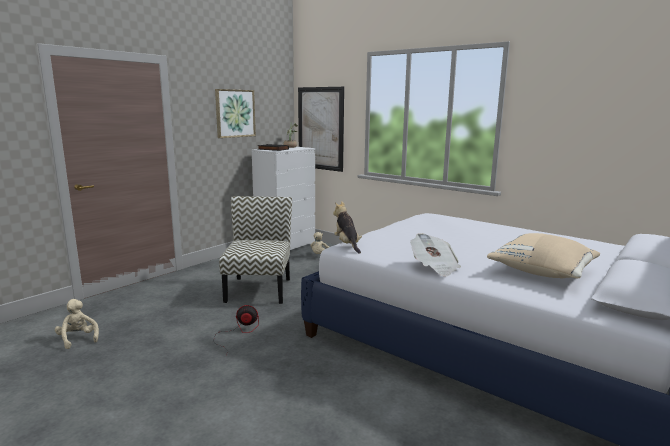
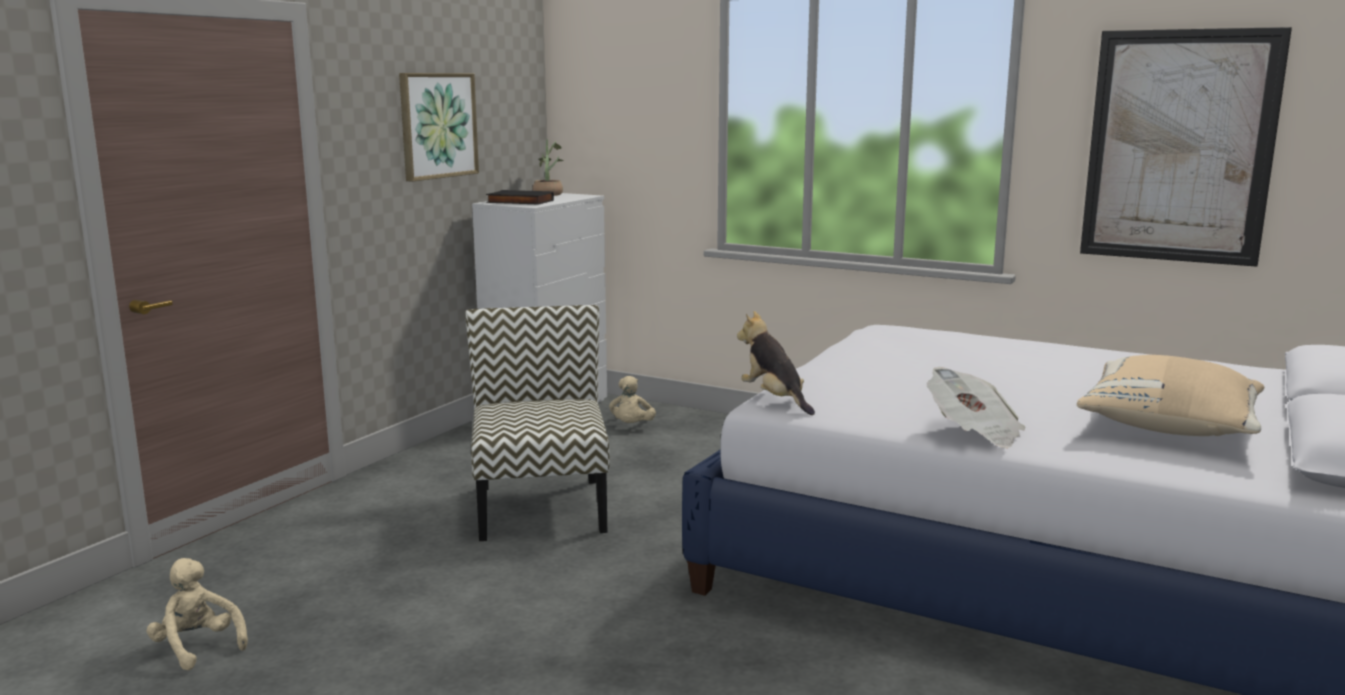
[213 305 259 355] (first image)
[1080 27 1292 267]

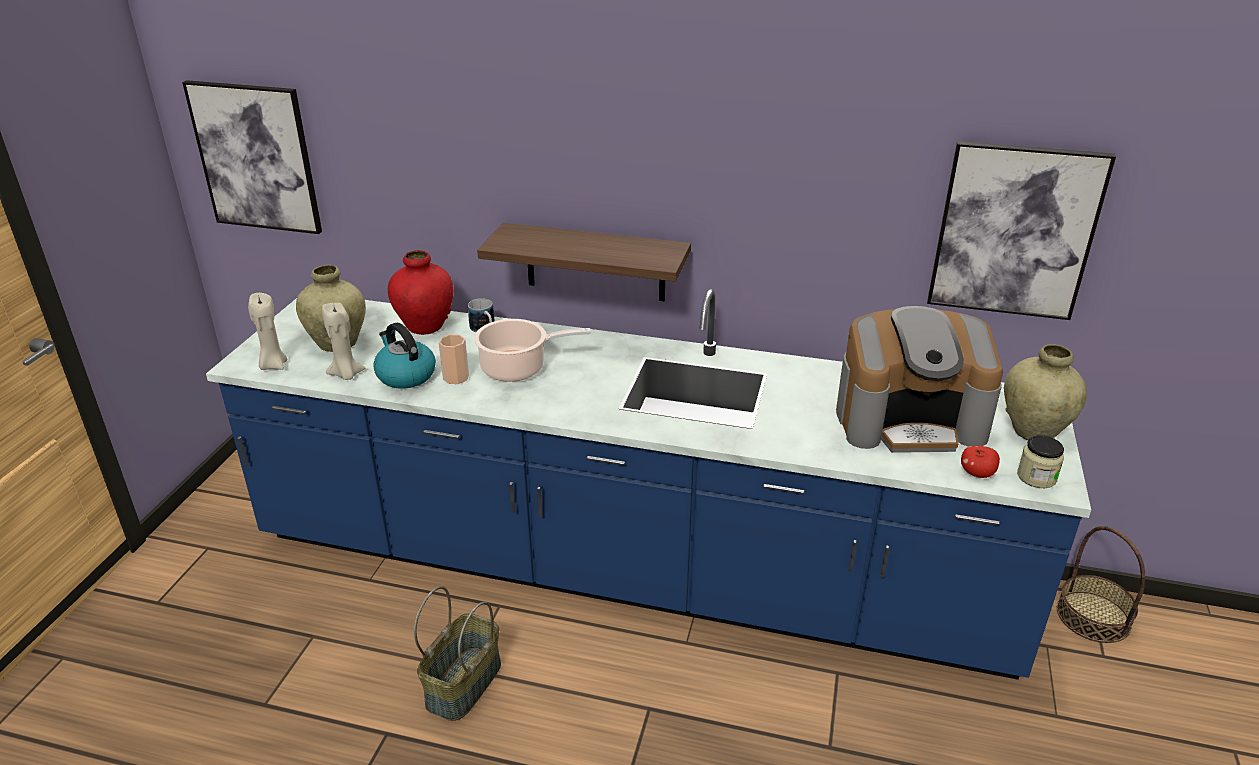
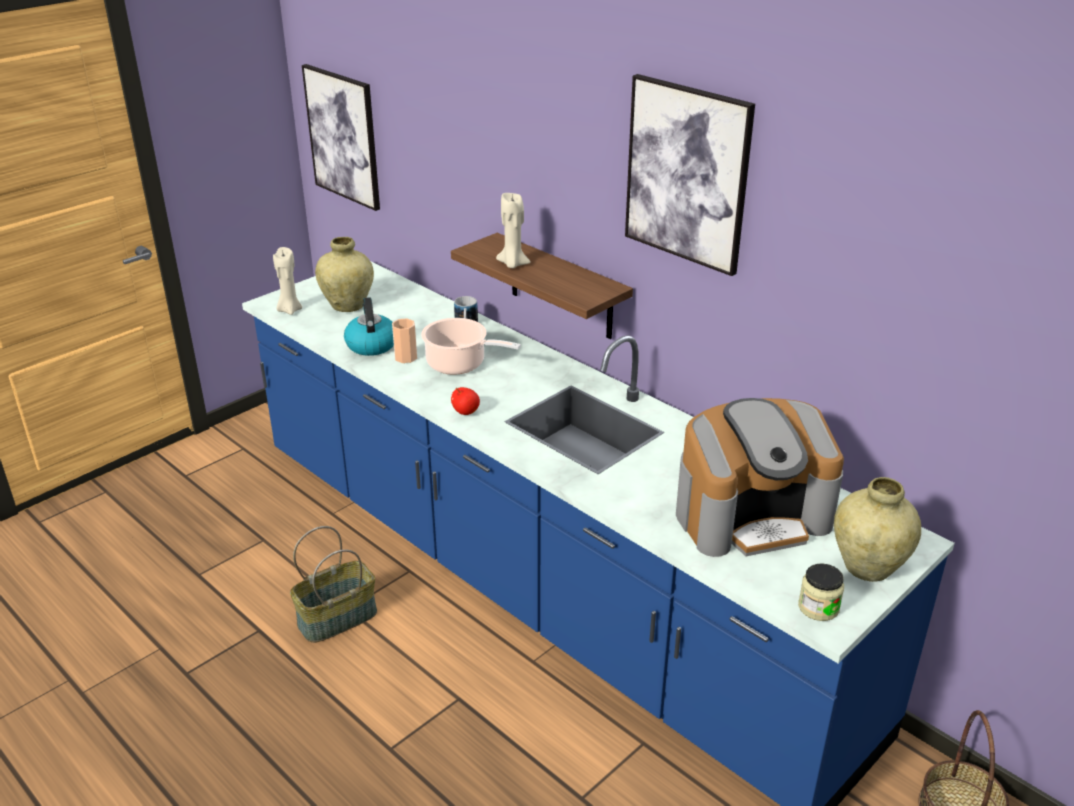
[496 193 531 268]
[388 250 453 335] (first image)
[676 398 844 557]
[625 74 755 276]
[451 387 480 415]

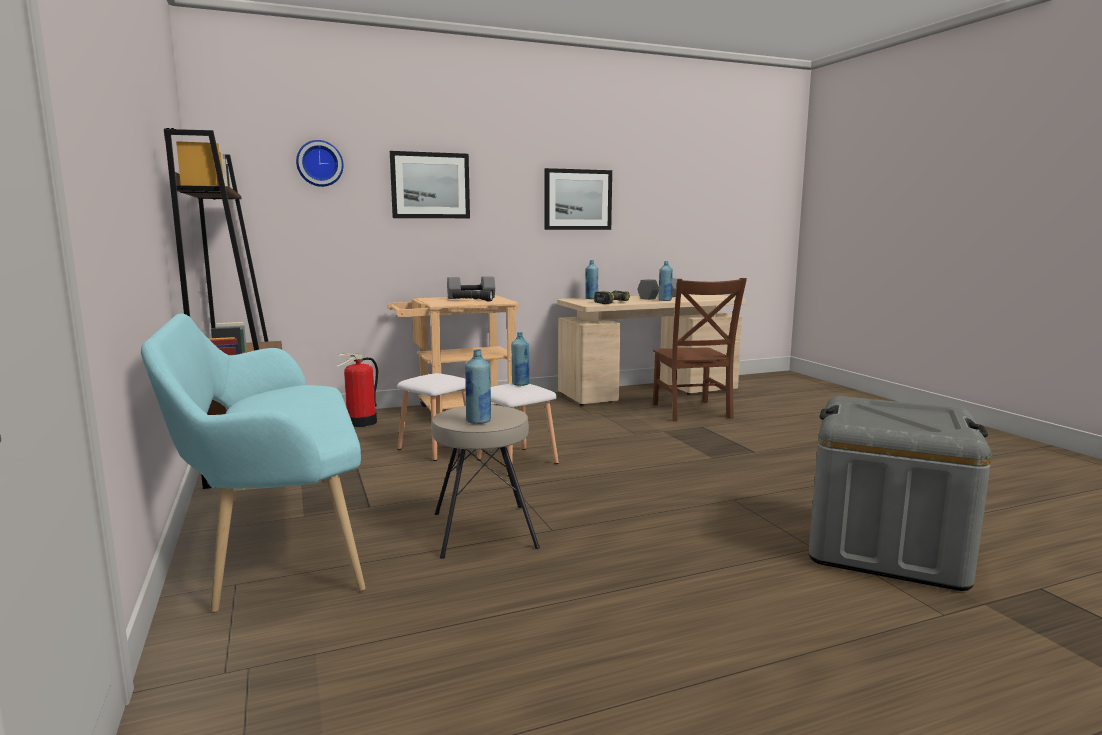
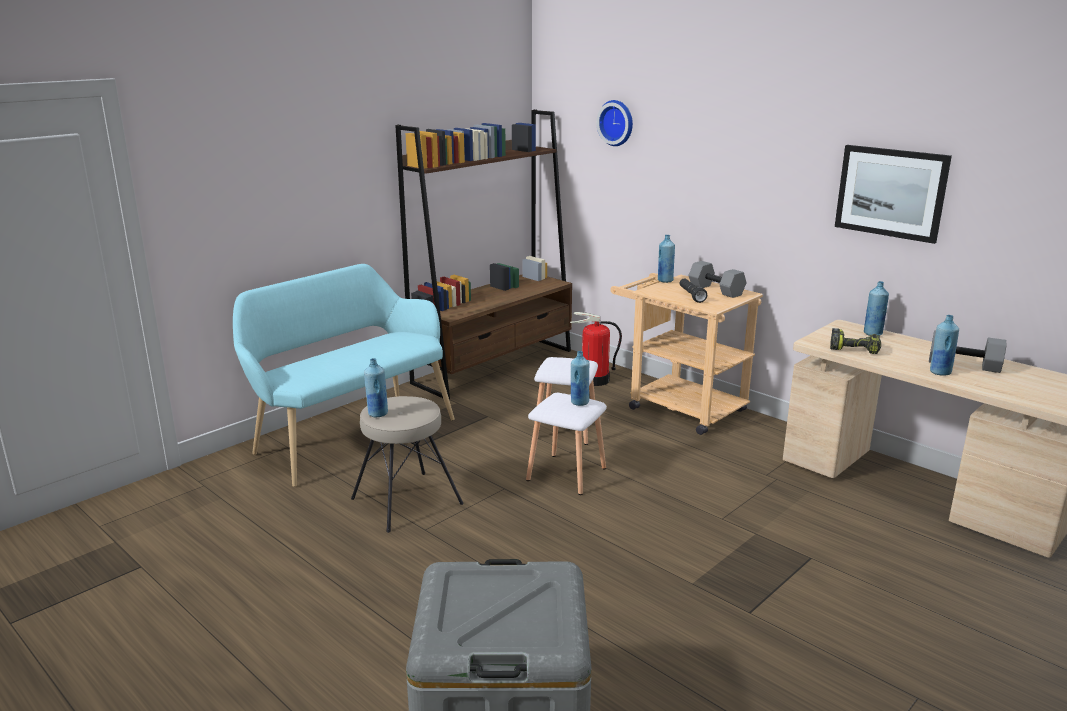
[390 151 470 218] (first image)
[653 278 747 422] (first image)
[658 235 675 283]

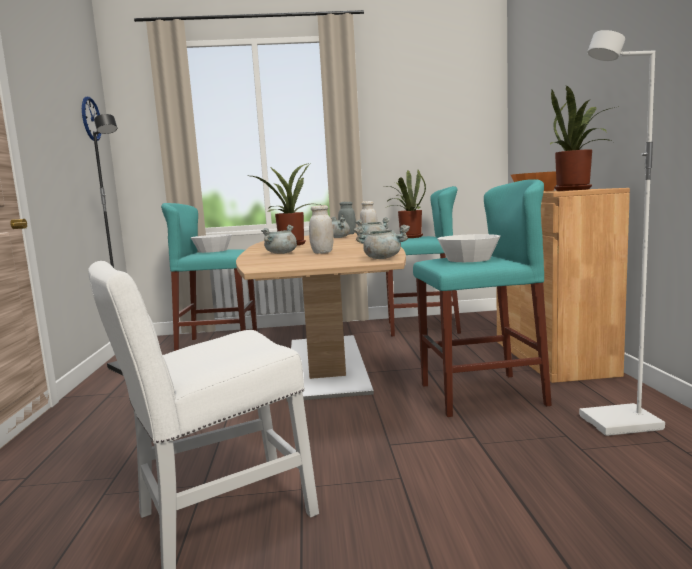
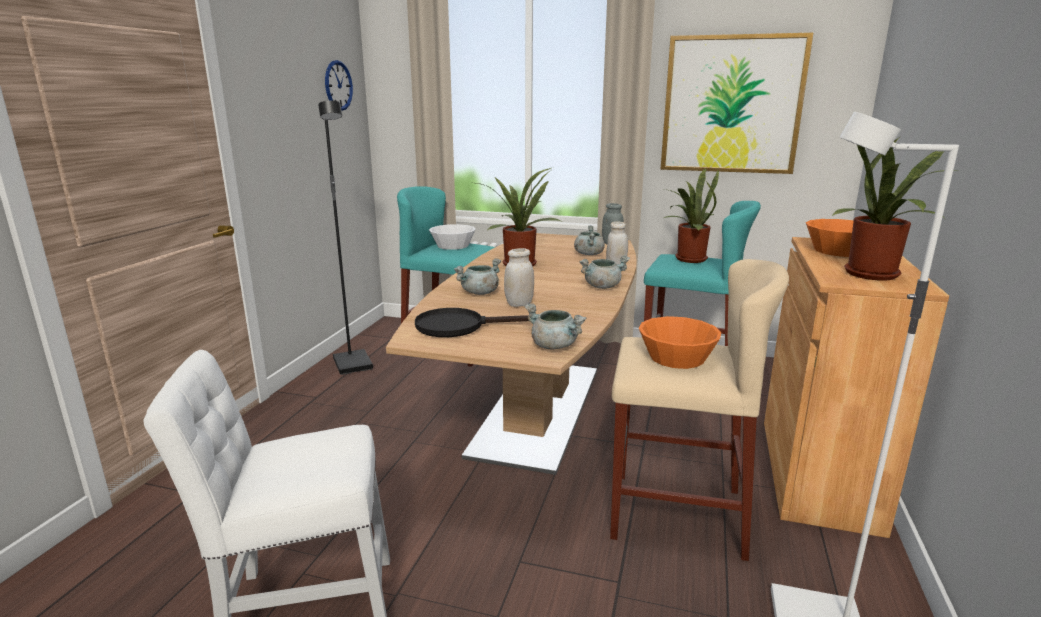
[610 259 789 561]
[639 316 721 369]
[415 308 529 337]
[660 33 813 174]

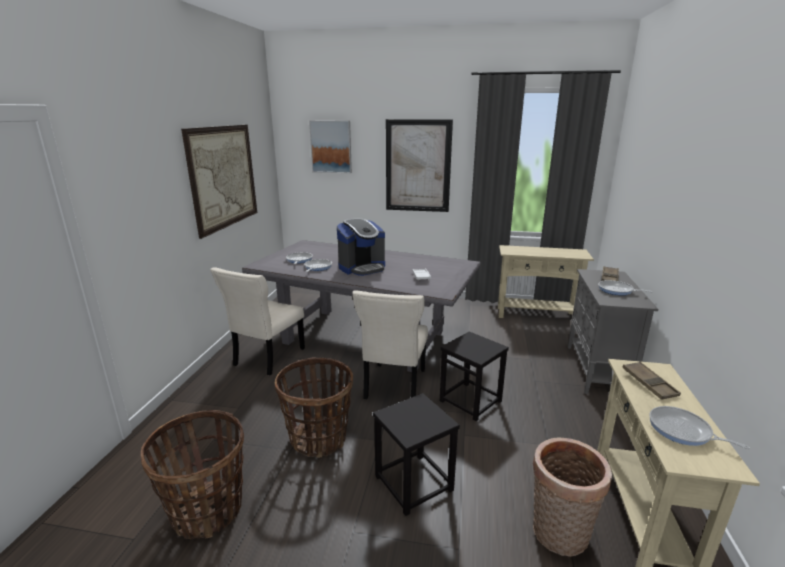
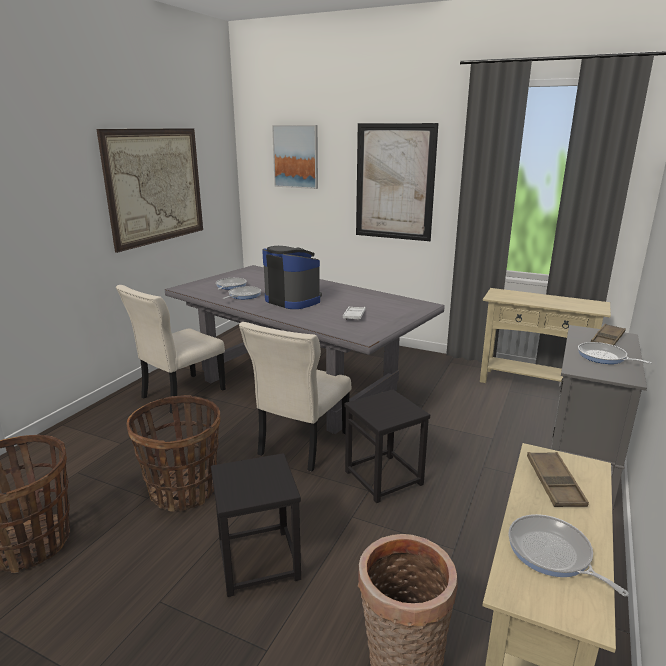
[262 246 322 309]

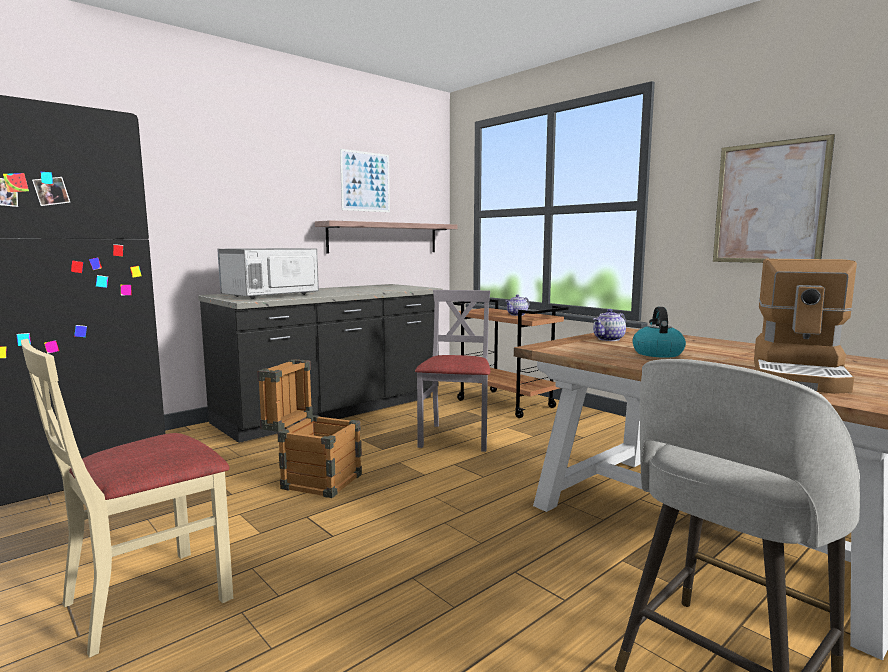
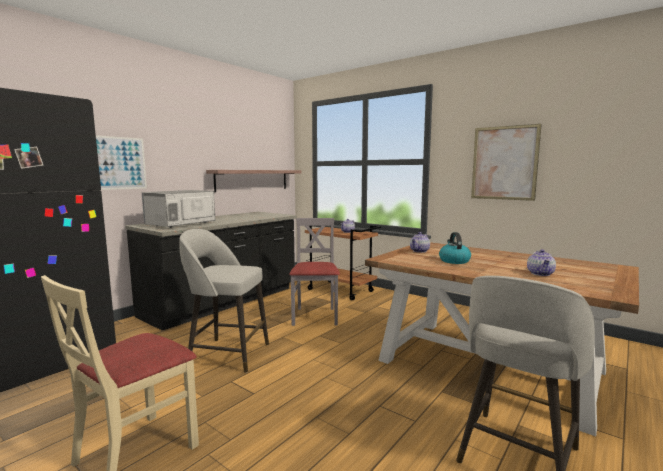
[180 229 269 373]
[96 135 147 190]
[527 249 556 276]

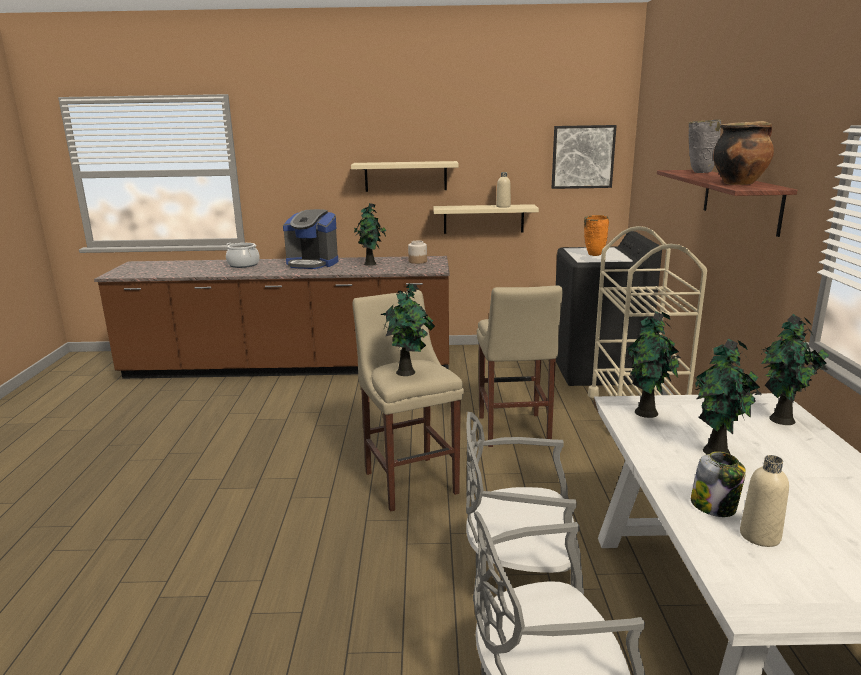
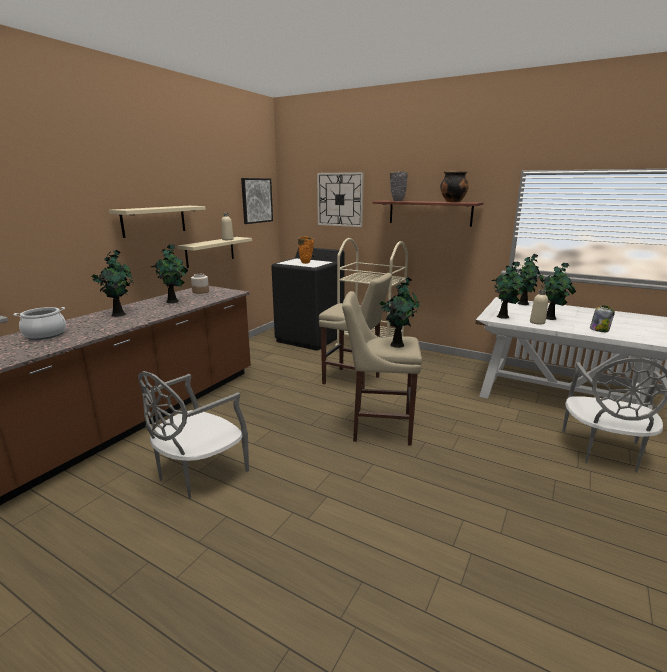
[92 250 133 317]
[138 371 249 499]
[530 289 548 325]
[317 172 364 227]

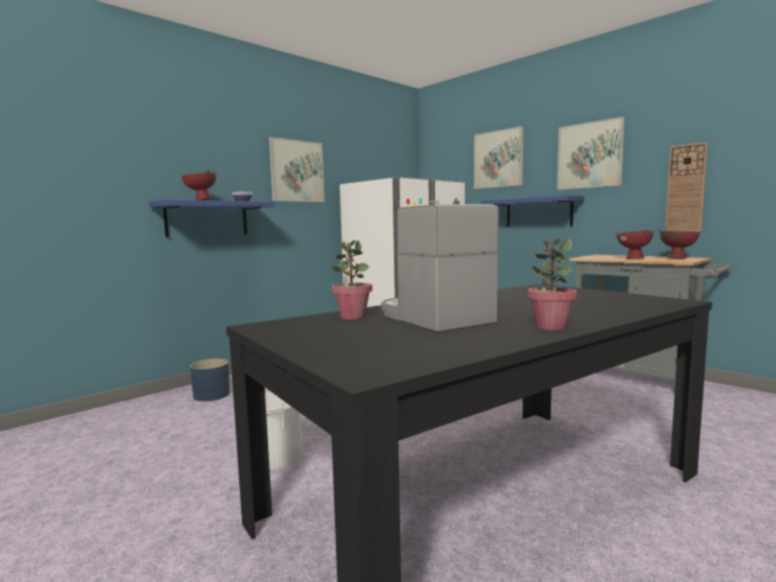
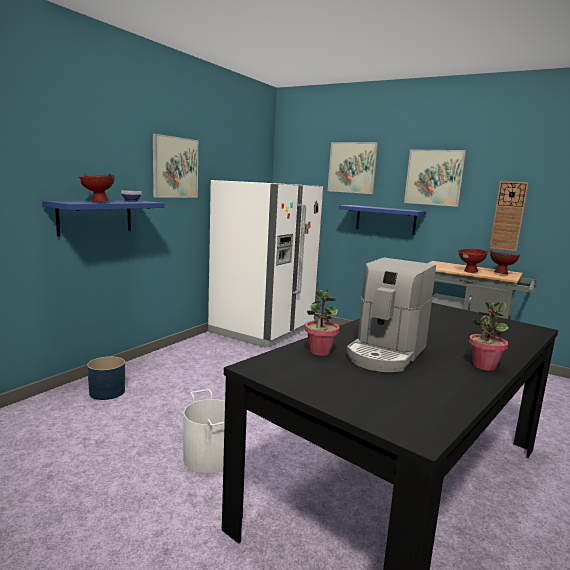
[346 258 436 372]

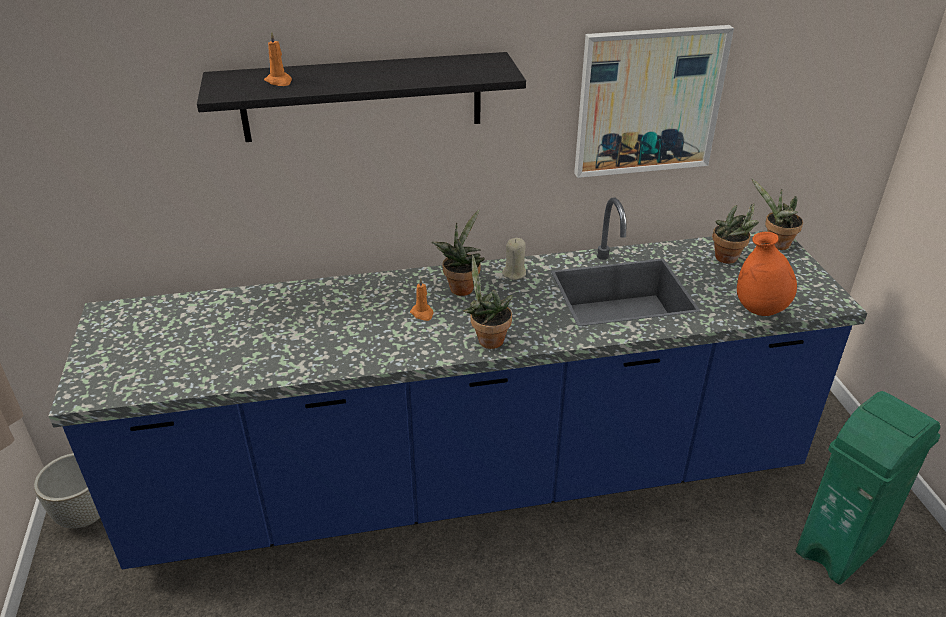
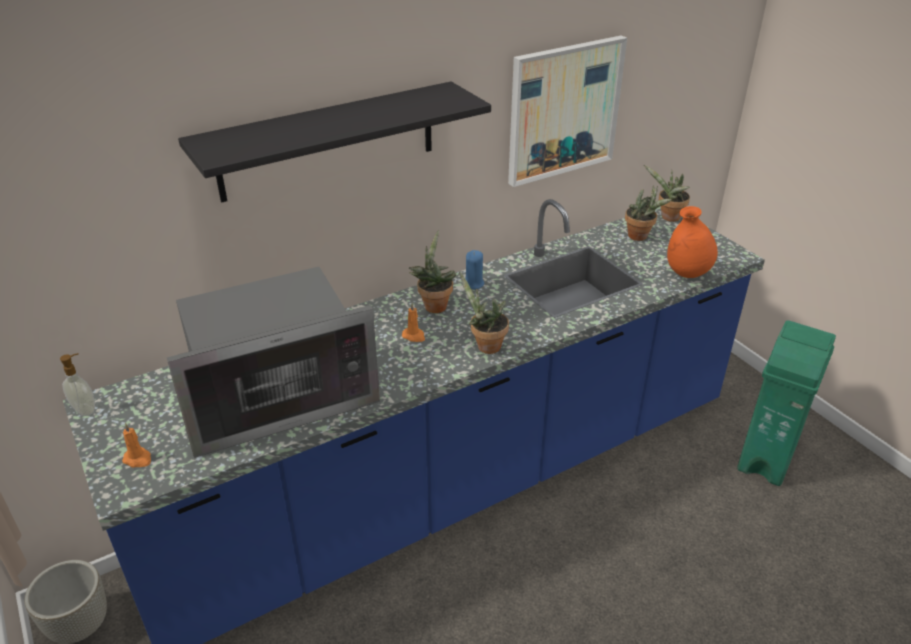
[122 423 151 467]
[465 250 485 290]
[60 353 95 416]
[166 267 380 458]

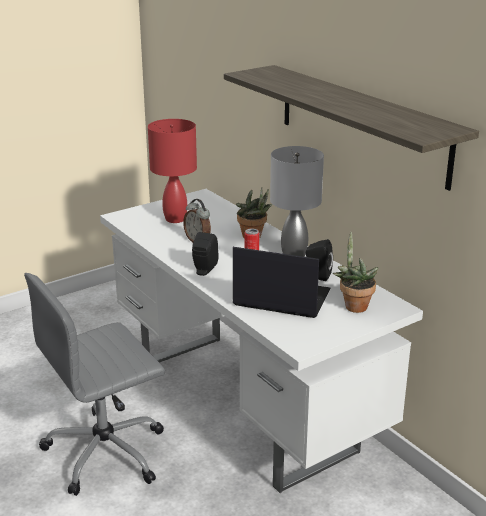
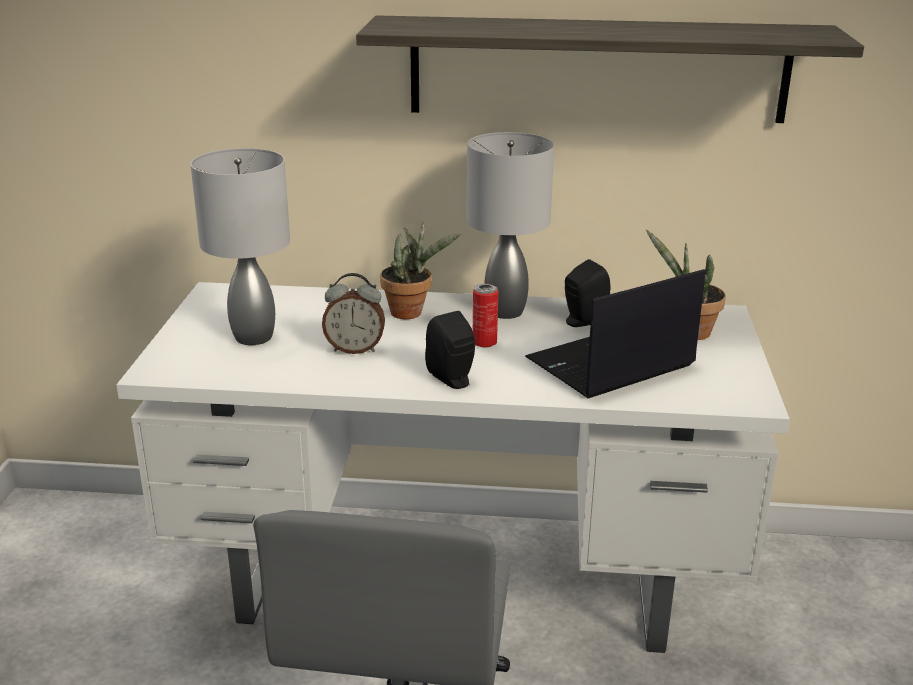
[190 148 290 345]

